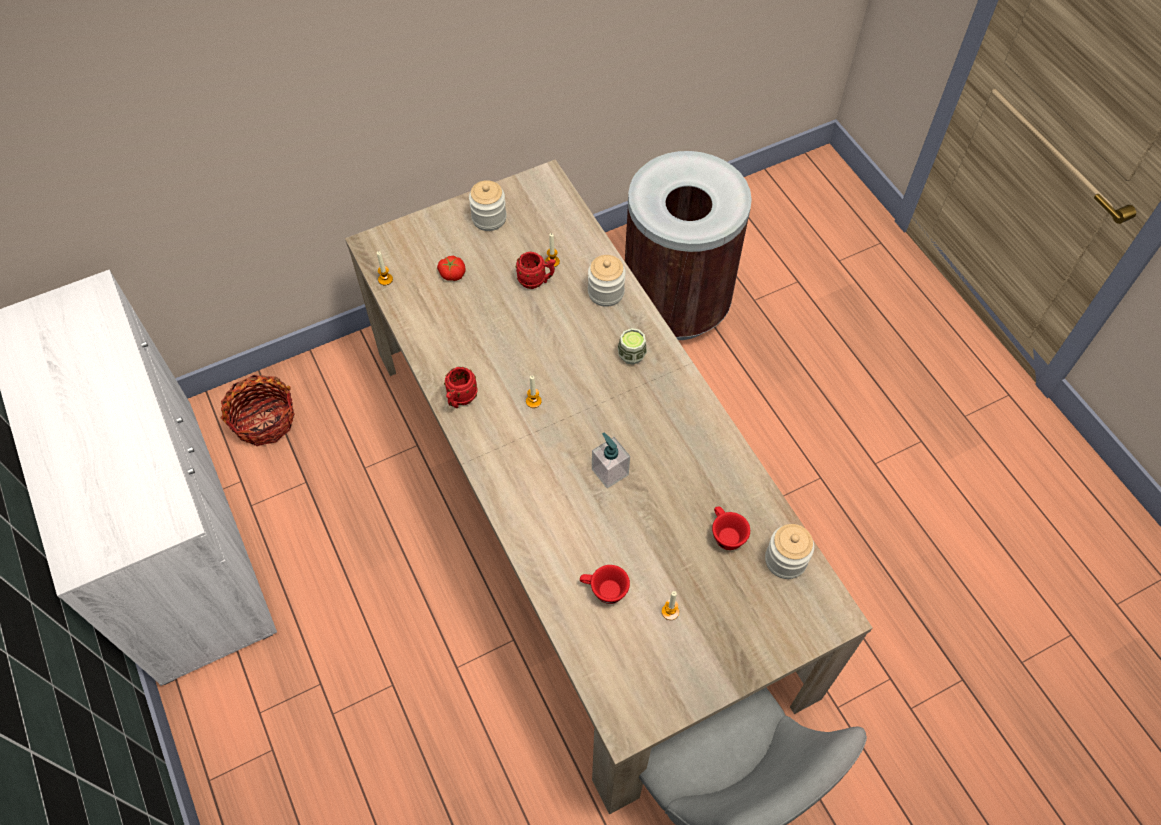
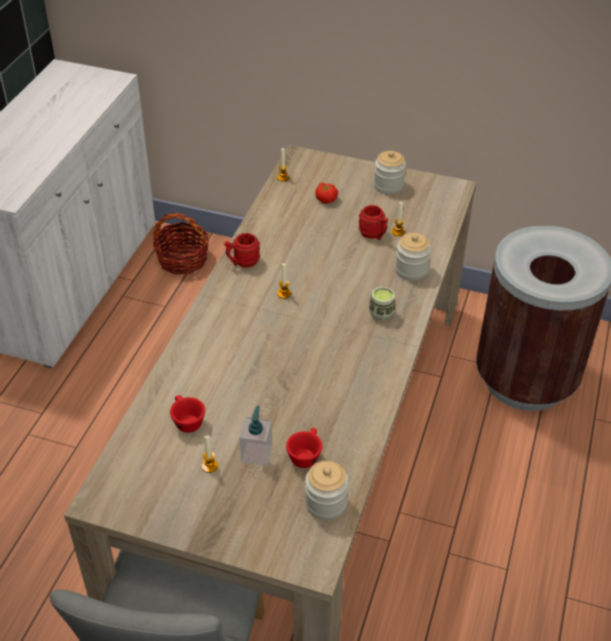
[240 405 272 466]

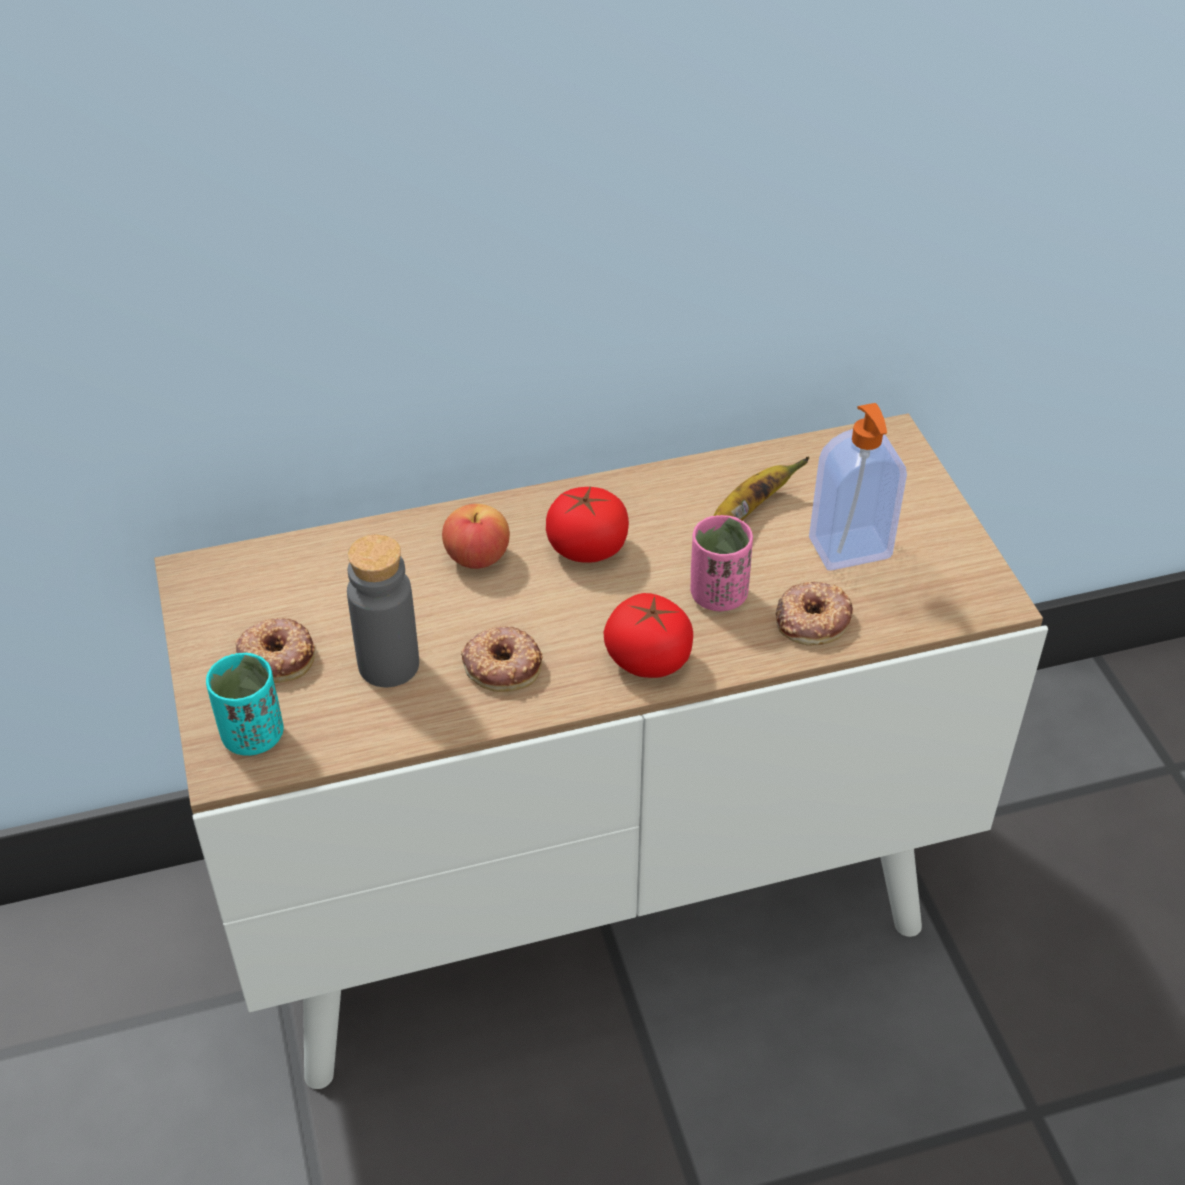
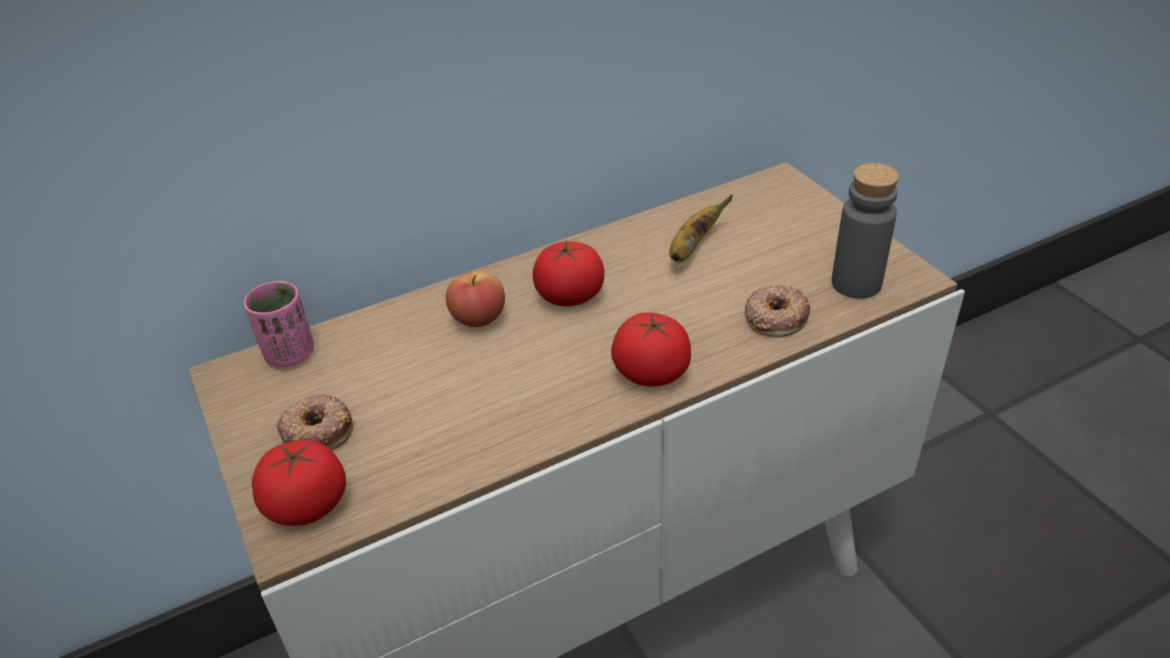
[252 440 346 526]
[832 163 899 299]
[461 626 543 692] (first image)
[244 281 314 367]
[809 403 907 571] (first image)

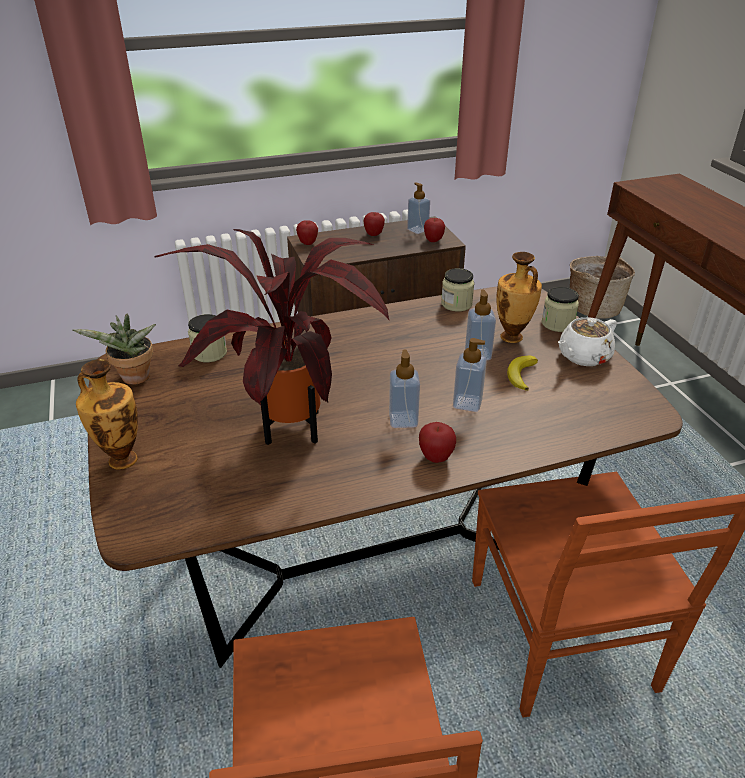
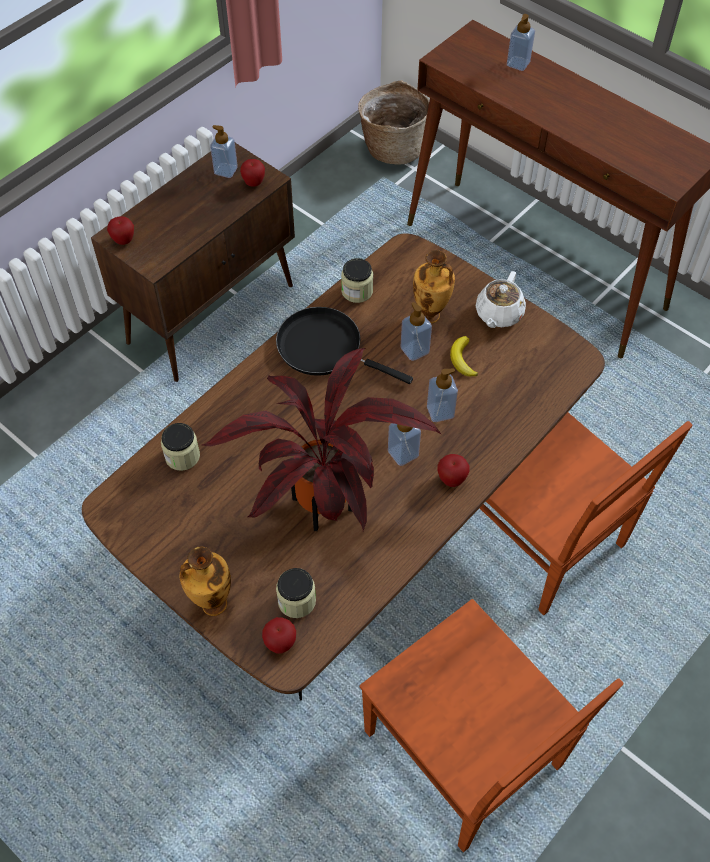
[73 314 156 385] (first image)
[262 617 296 654]
[276 568 316 618]
[276 307 413 384]
[507 14 535 71]

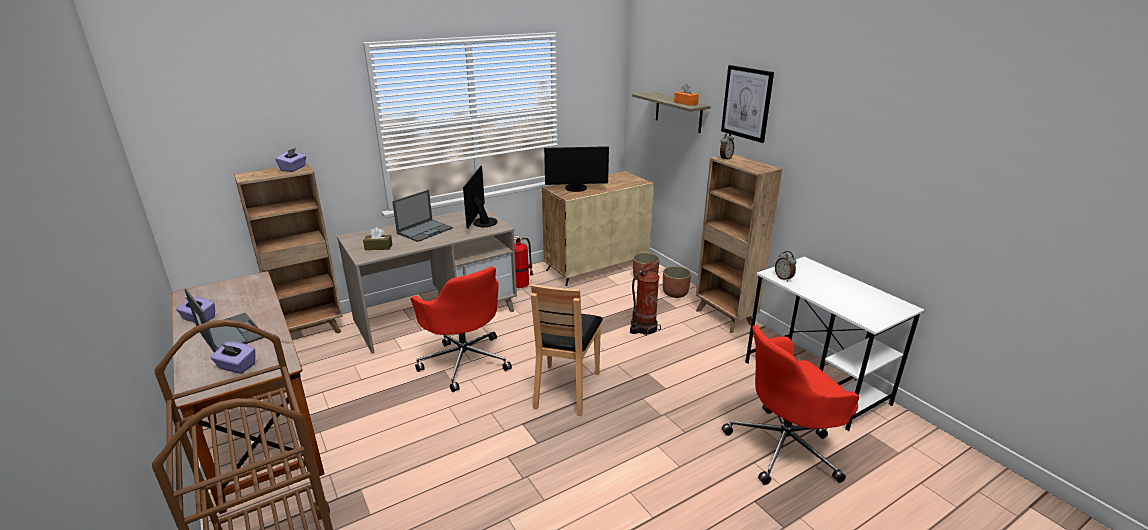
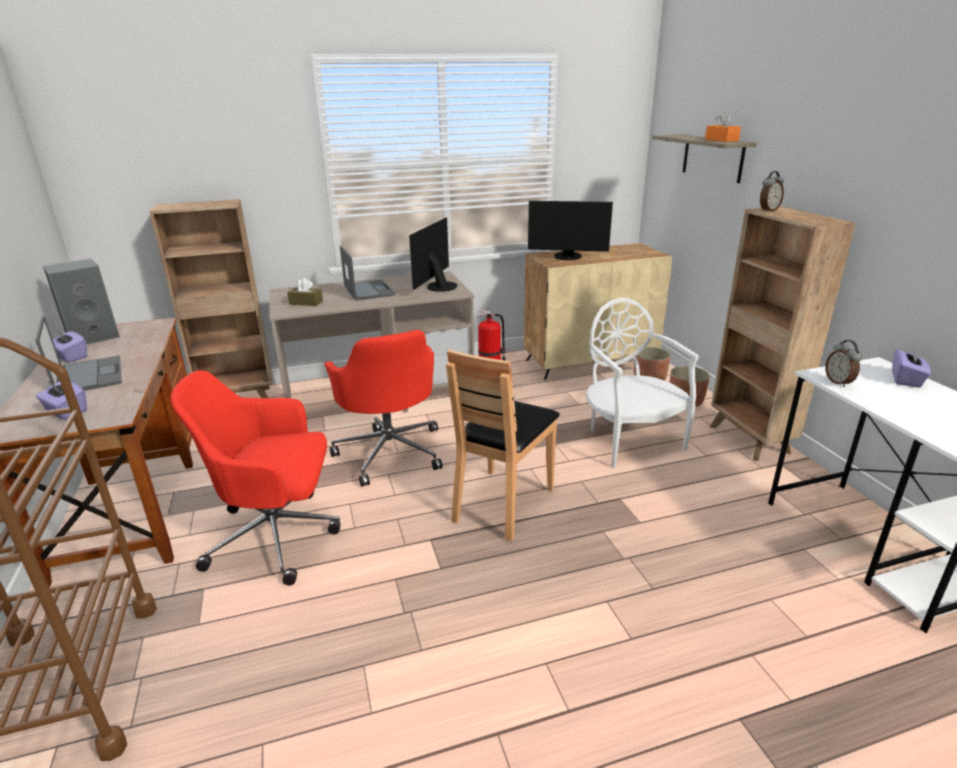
[892 348 931 388]
[340 246 395 301]
[586 298 699 468]
[721 65 774 143] (first image)
[171 370 341 586]
[43 258 120 345]

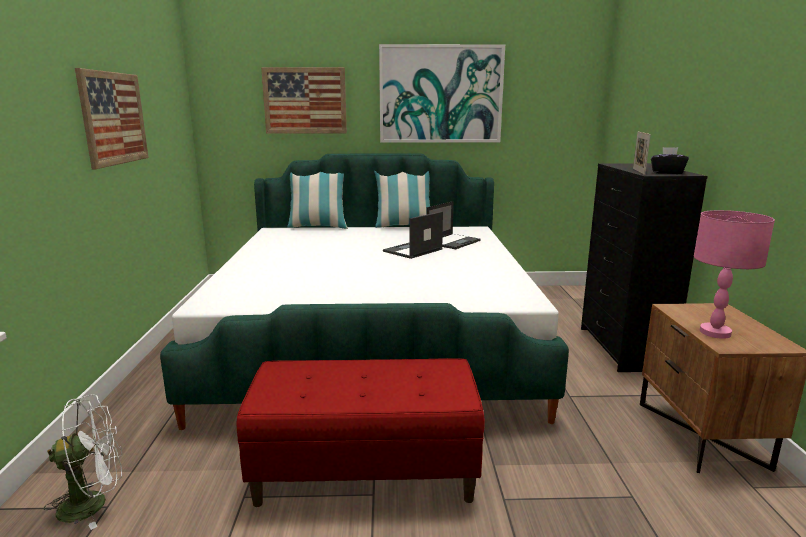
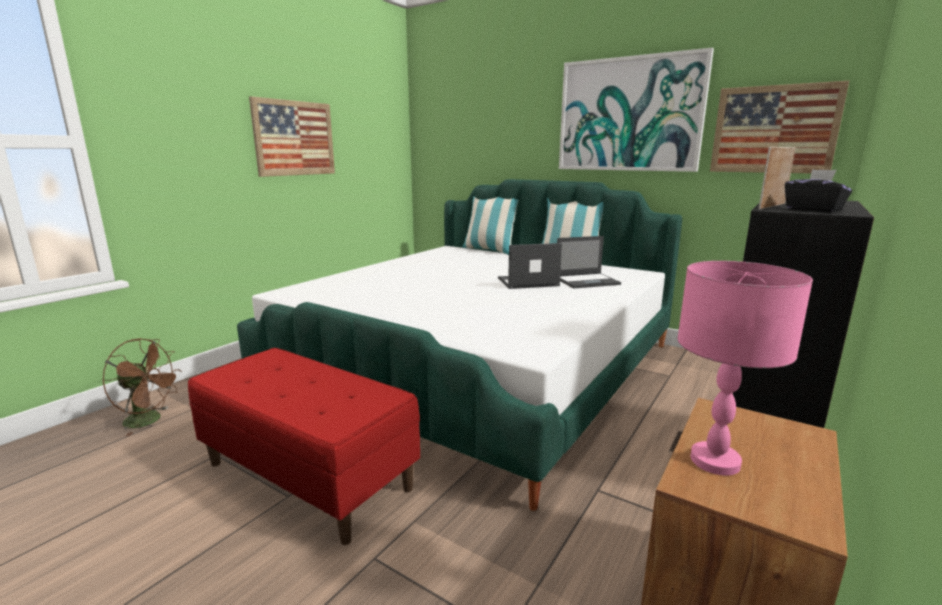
[103 338 182 437]
[710 81 849 173]

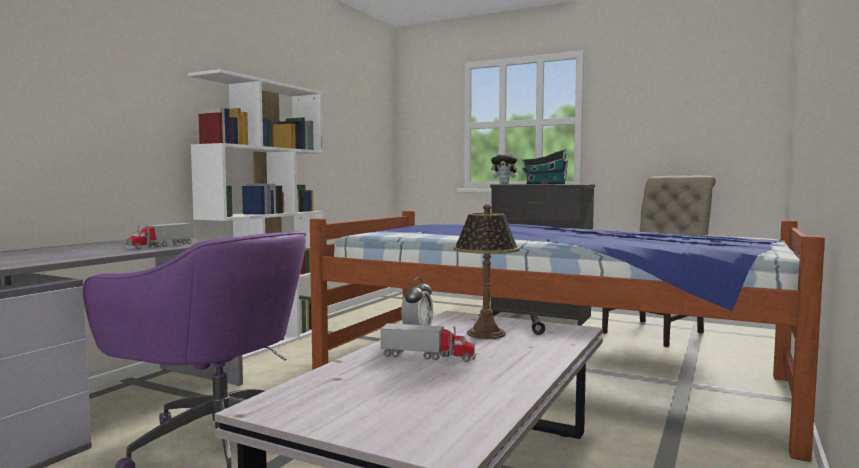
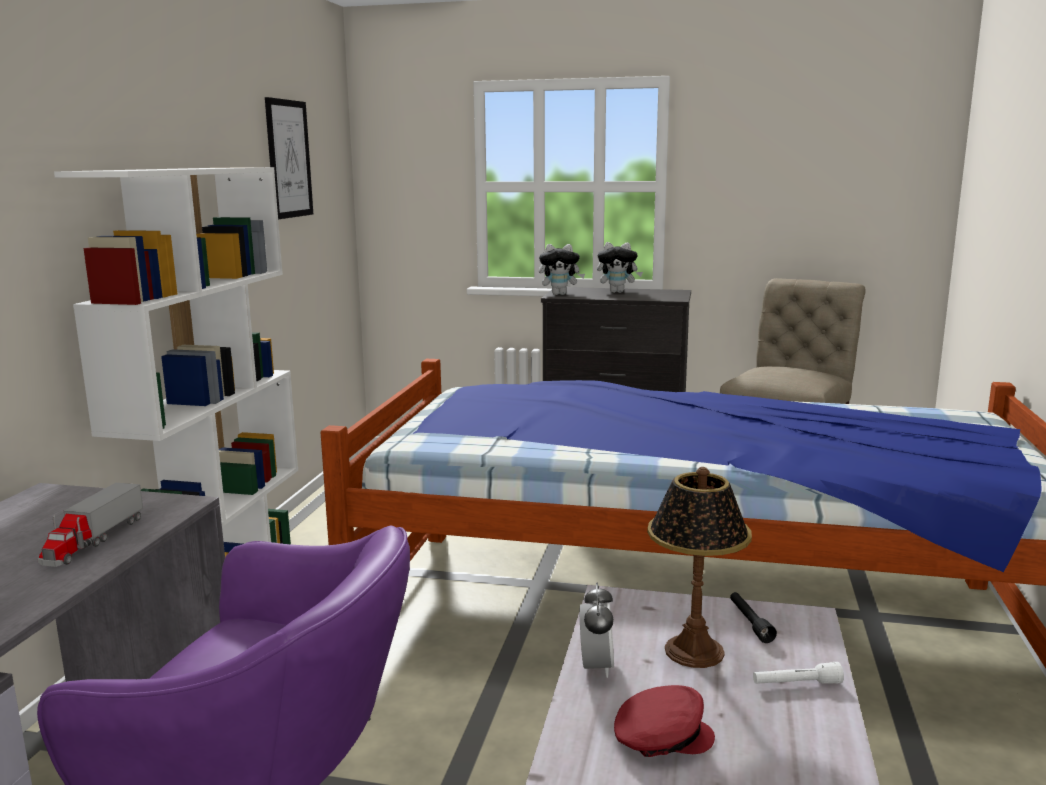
[614 685 715 757]
[597 242 643 293]
[265 97 313 219]
[753 662 844 684]

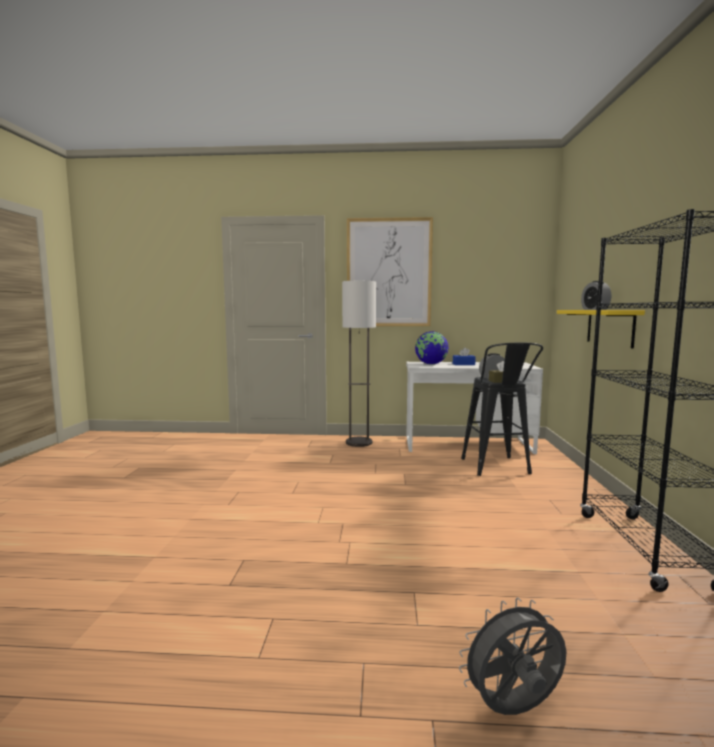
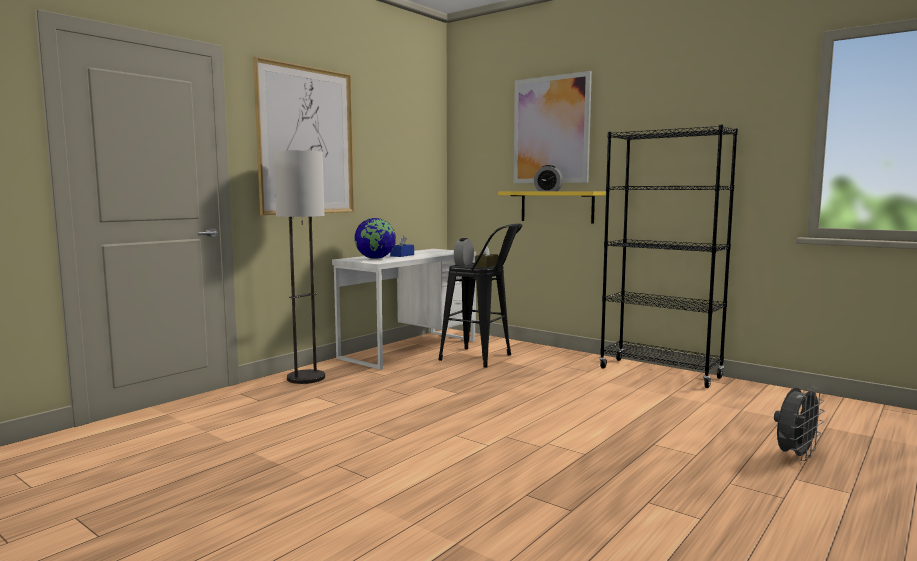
[774 386 825 461]
[514 71 592 183]

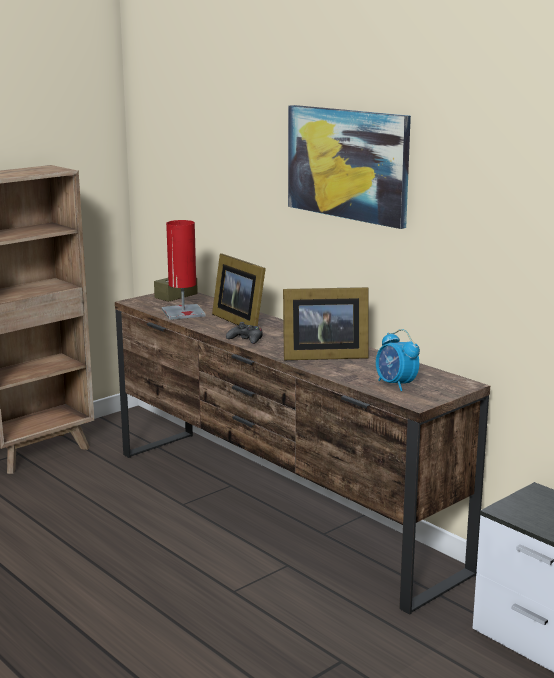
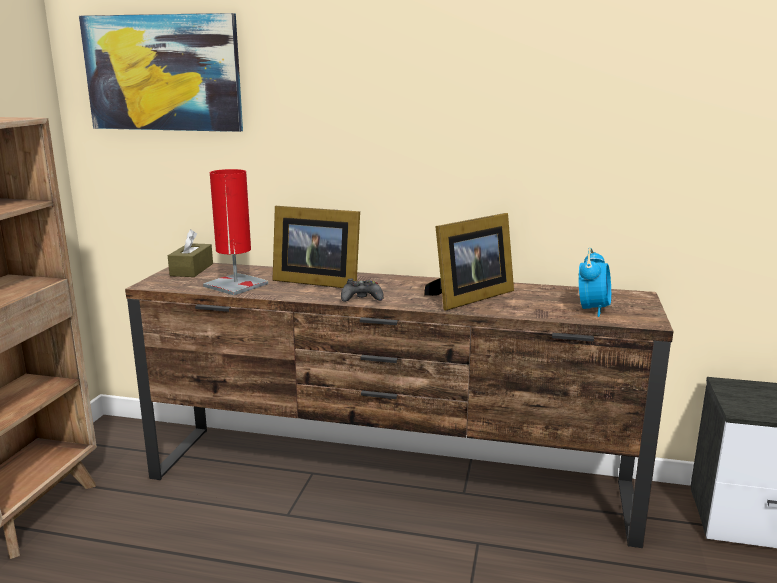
[79 13 243 132]
[579 248 611 317]

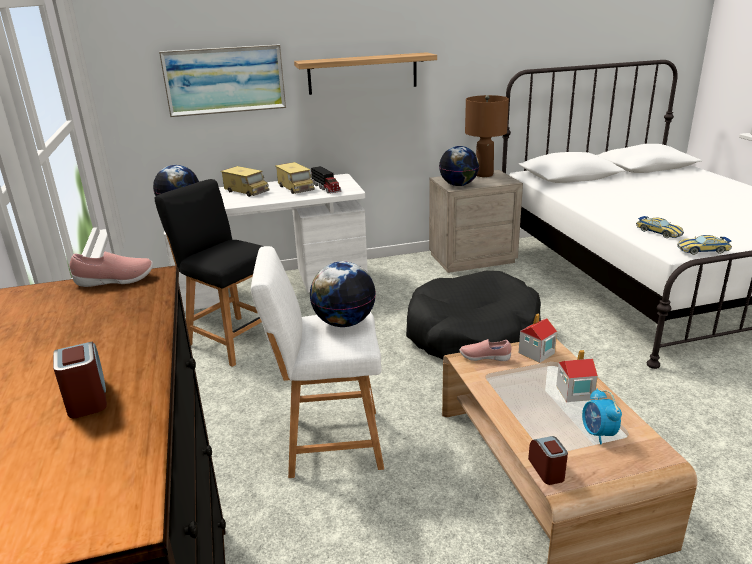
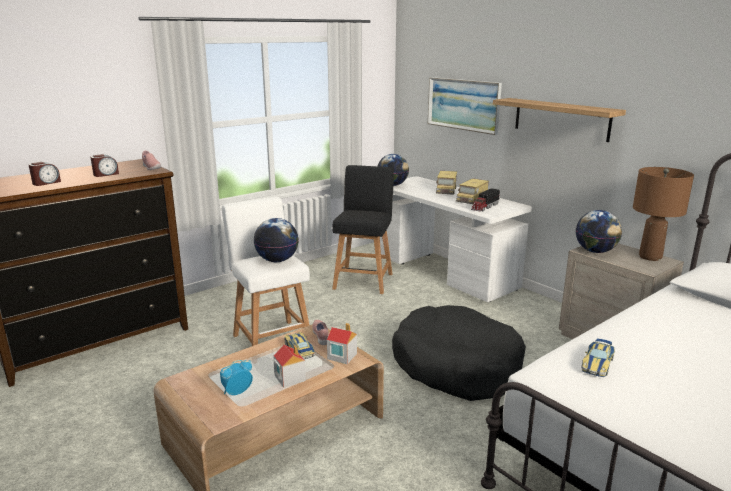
[91 154 119 177]
[284 332 315 359]

